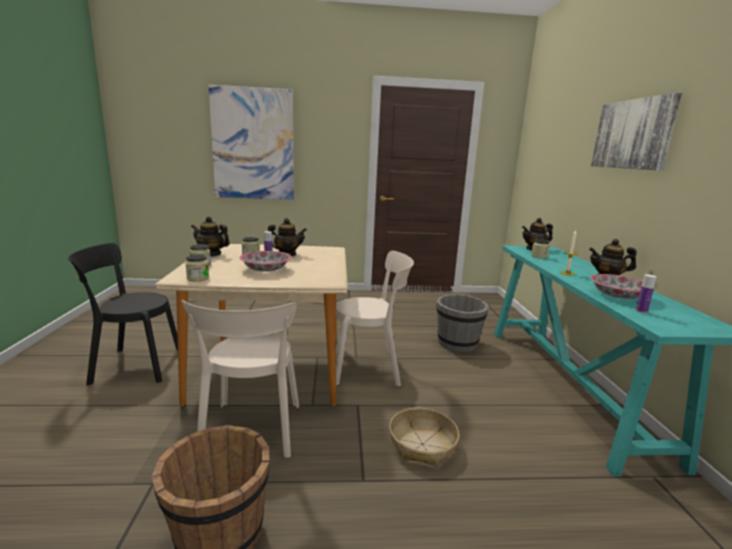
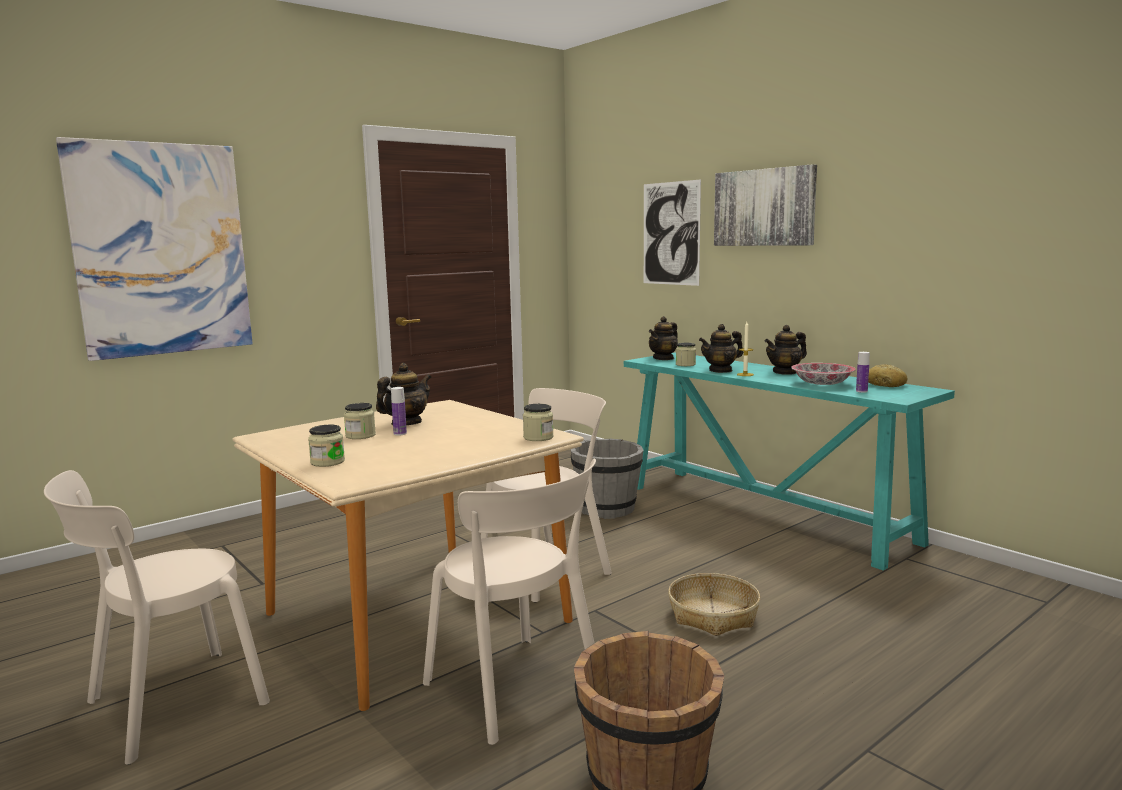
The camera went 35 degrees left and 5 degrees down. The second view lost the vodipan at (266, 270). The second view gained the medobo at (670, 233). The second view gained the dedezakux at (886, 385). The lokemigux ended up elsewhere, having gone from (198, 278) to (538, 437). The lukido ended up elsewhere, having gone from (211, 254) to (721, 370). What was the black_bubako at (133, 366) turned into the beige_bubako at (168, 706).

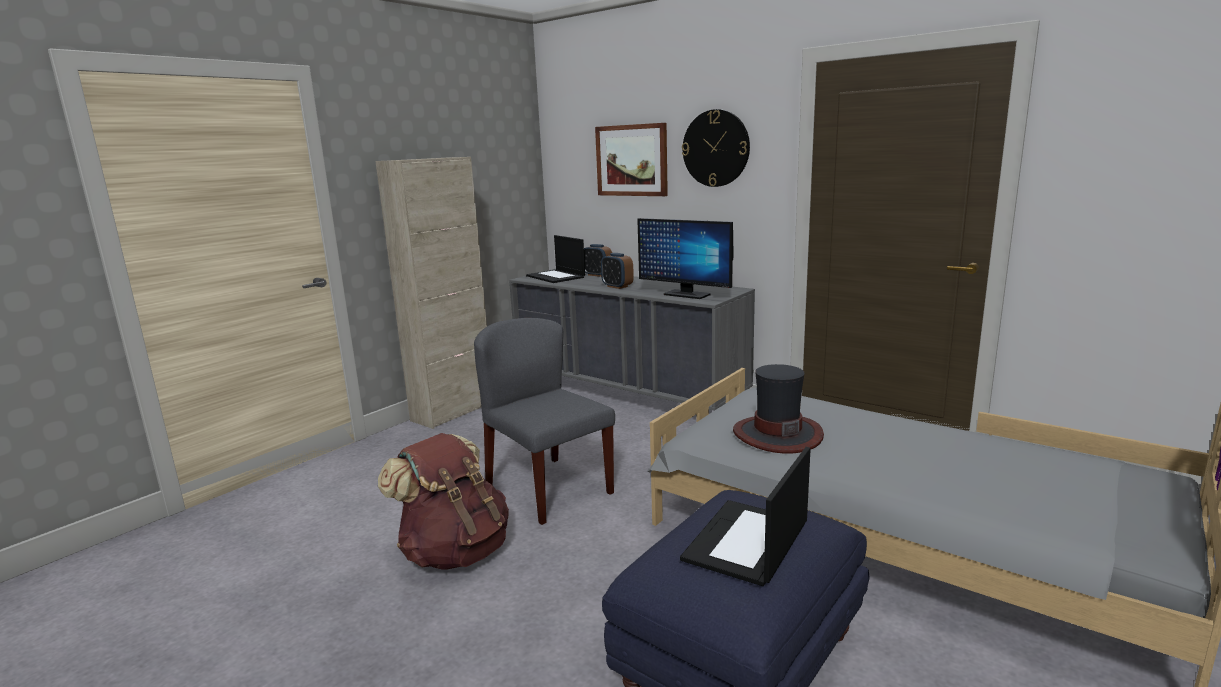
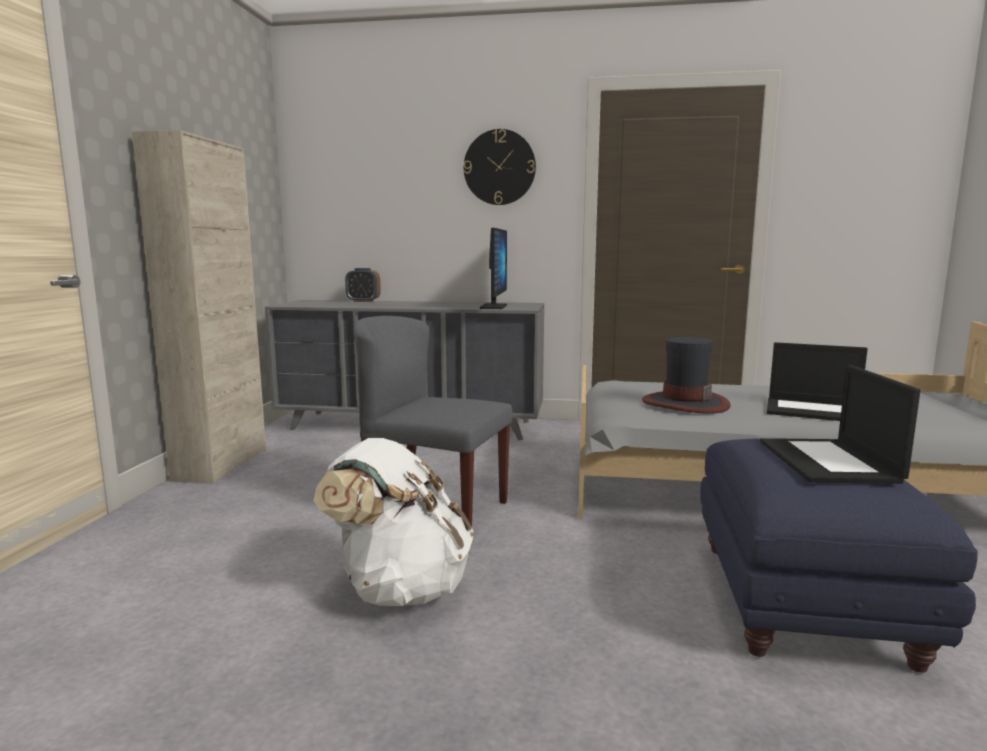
The camera went 30 degrees left and 5 degrees down. The second view lost the medobo at (632, 160). The second view lost the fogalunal at (617, 286). The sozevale ended up elsewhere, having gone from (556, 277) to (815, 411). What was the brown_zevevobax at (455, 552) turned into the white_zevevobax at (400, 589). The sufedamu at (686, 294) ended up facing another way, 90 degrees counterclockwise from before.

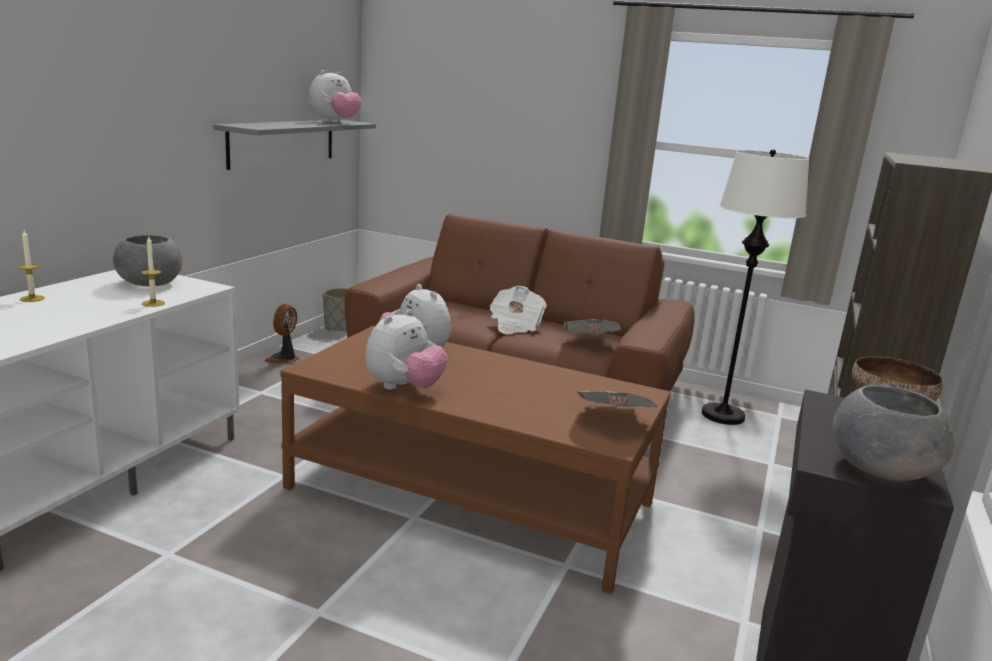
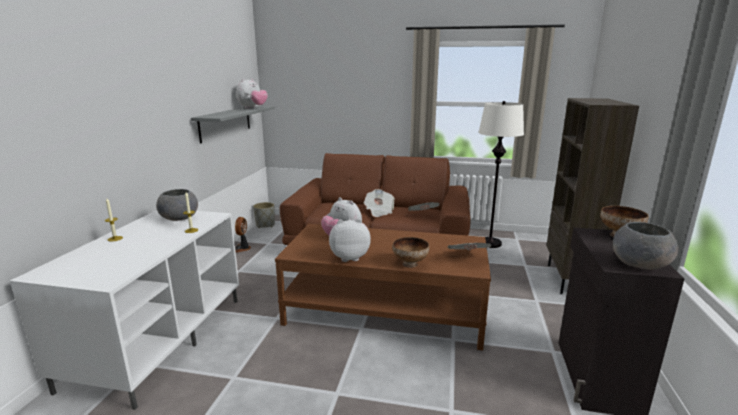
The camera went 10 degrees left and 0 degrees up. The second view gained the vodipan at (410, 264). The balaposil at (404, 387) ended up facing another way, 120 degrees counterclockwise from before.

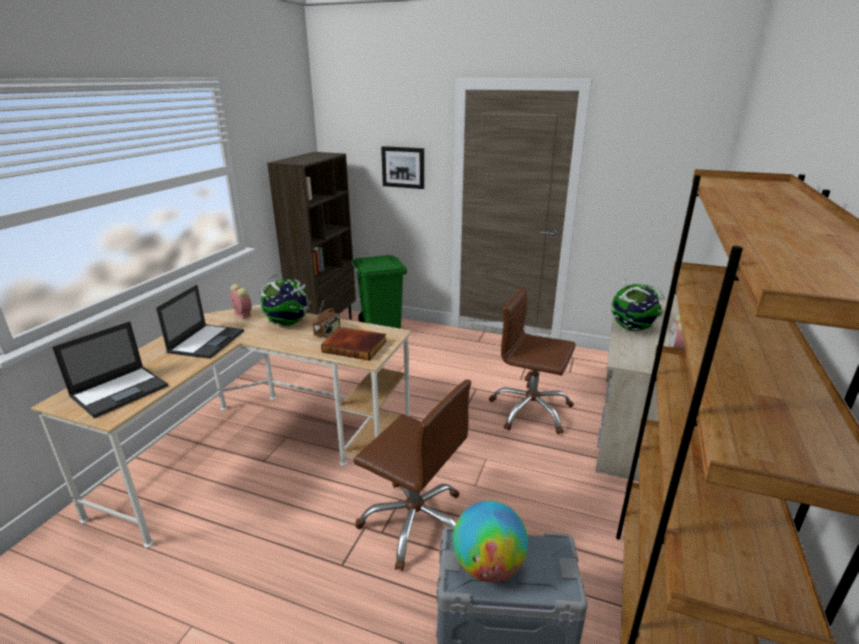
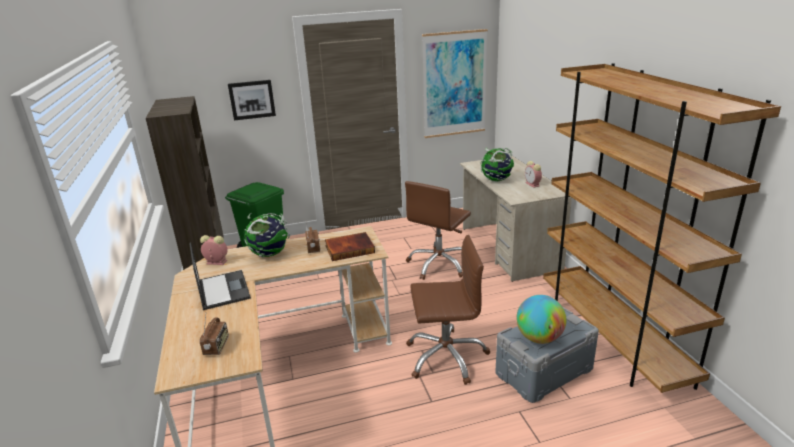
The camera went 35 degrees left and 0 degrees up. The second view gained the medobo at (454, 84). Where the sozevale stood at (121, 391), the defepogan came to stand at (217, 347). The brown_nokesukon at (530, 410) ended up facing another way, 45 degrees counterclockwise from before.

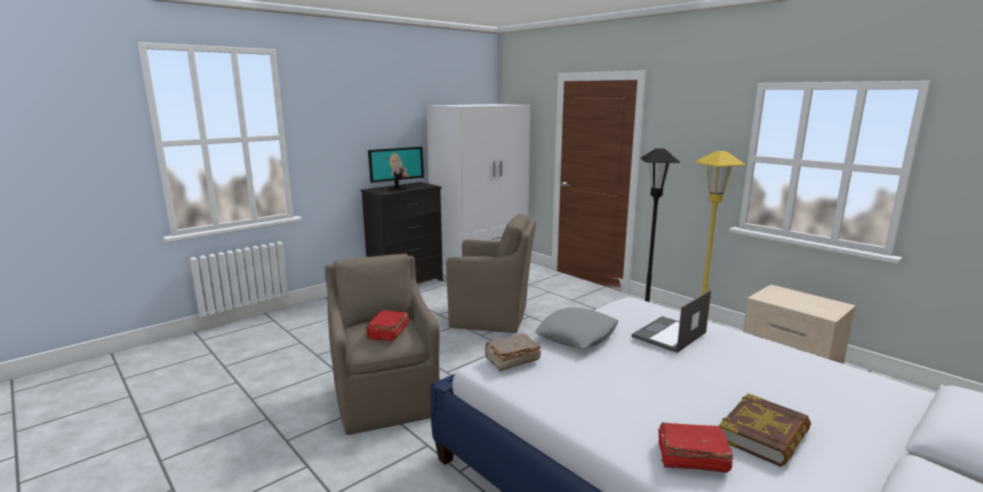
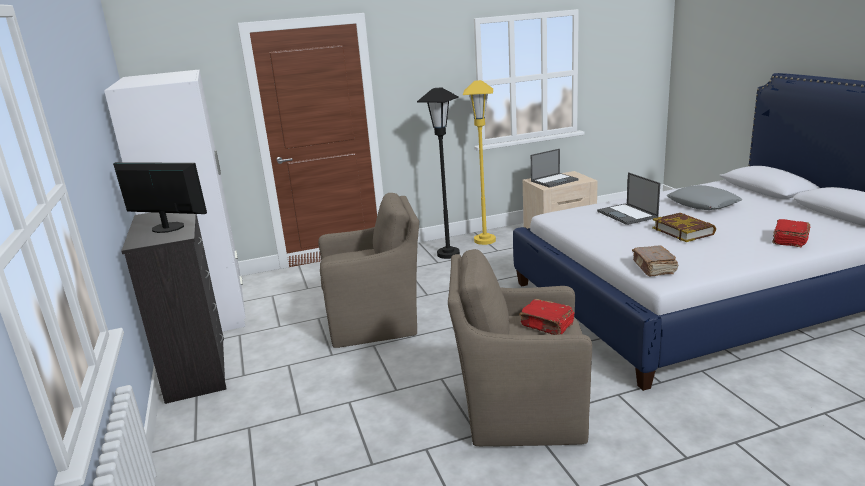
The camera went 65 degrees left and 5 degrees up. The second view gained the sozevale at (554, 180). The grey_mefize ended up elsewhere, having gone from (577, 335) to (703, 204). The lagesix ended up elsewhere, having gone from (764, 435) to (683, 231). The sufedamu at (397, 189) ended up facing another way, 60 degrees counterclockwise from before. The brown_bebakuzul at (492, 318) ended up facing another way, 45 degrees clockwise from before.

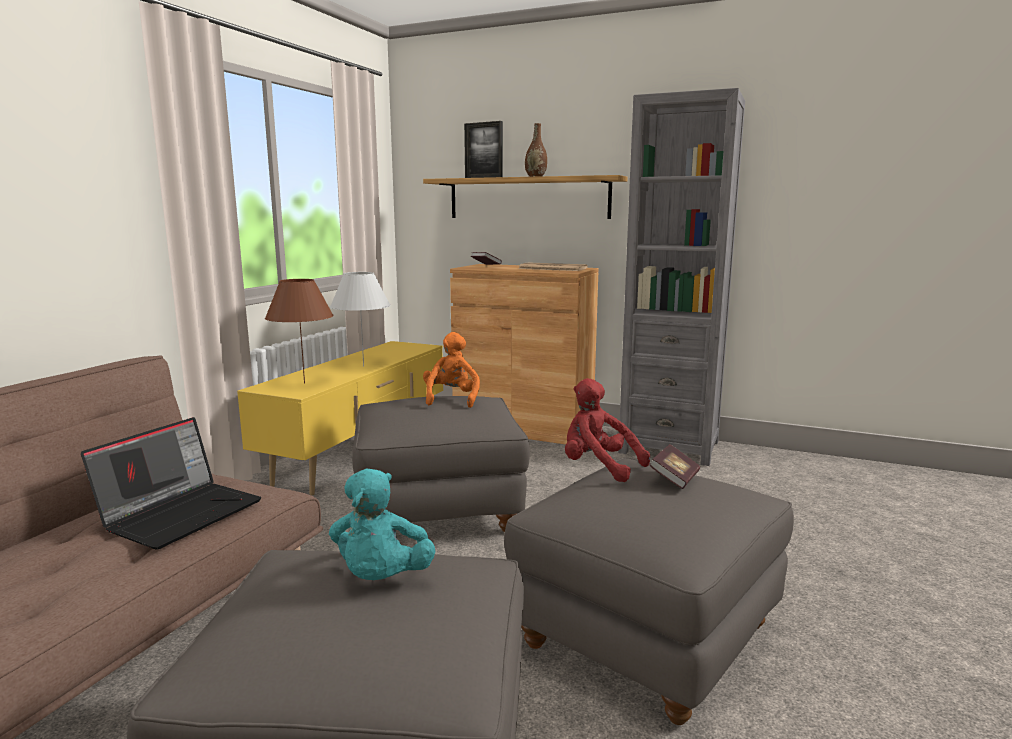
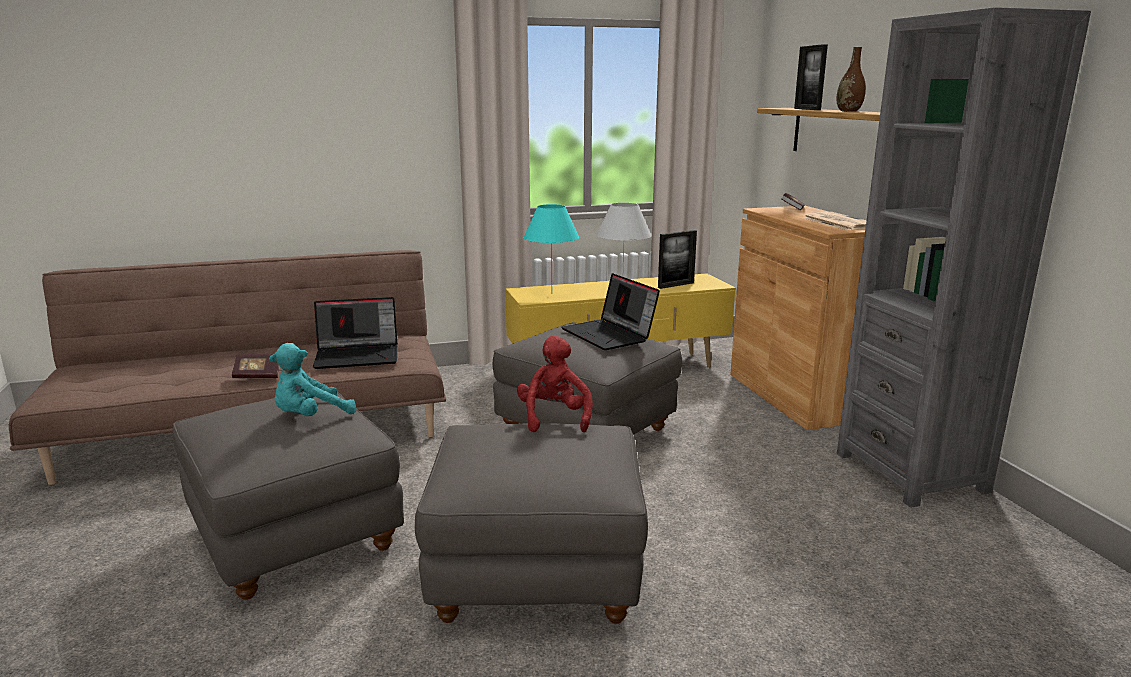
The camera went 50 degrees right and 5 degrees up. The second view gained the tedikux at (676, 285). The lagesix ended up elsewhere, having gone from (675, 479) to (257, 375). Where the orange_balaposil stood at (451, 399), the sozevale came to stand at (610, 335). What was the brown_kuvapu at (304, 383) turned into the turquoise_kuvapu at (551, 293).

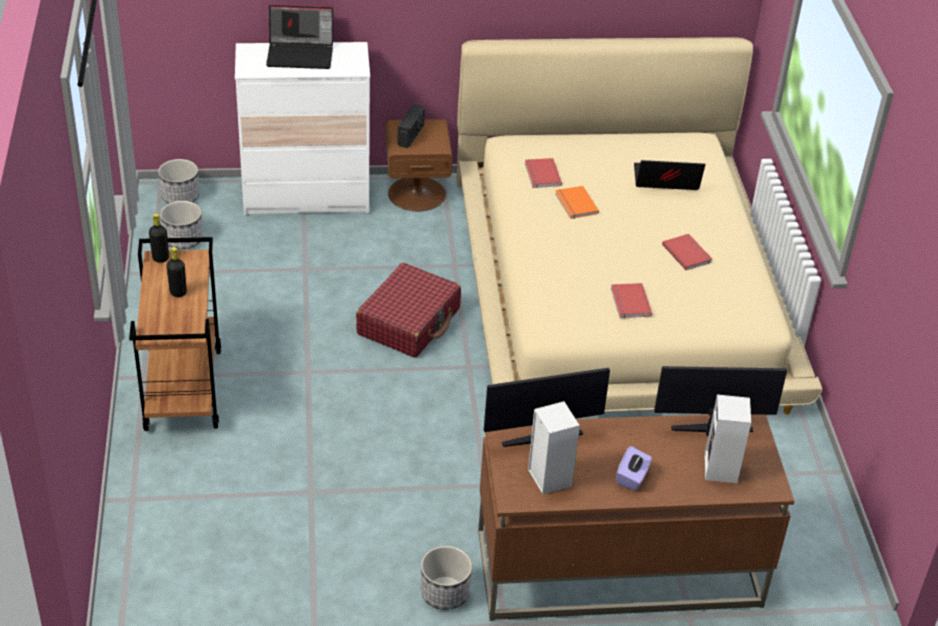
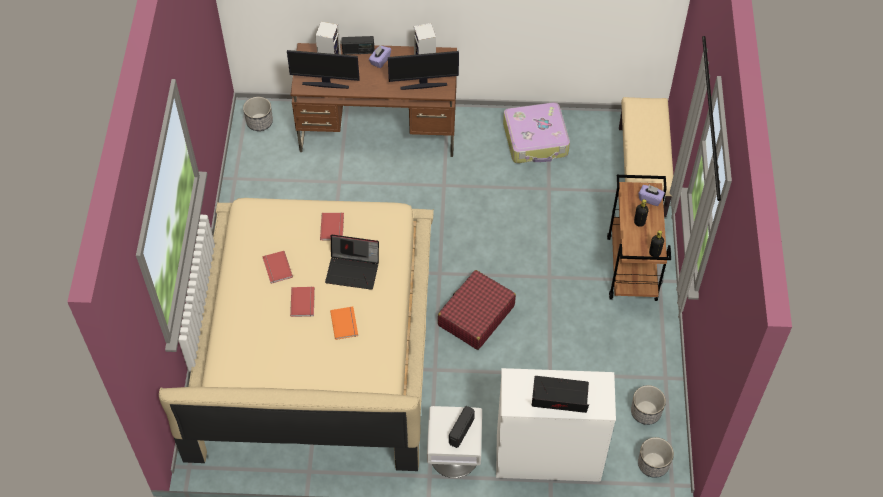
The camera went 170 degrees left and 15 degrees up. The second view gained the defepogan at (358, 51). The second view gained the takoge at (536, 140). The second view gained the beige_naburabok at (642, 172). The second view gained the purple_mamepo at (650, 199). The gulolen ended up elsewhere, having gone from (444, 593) to (259, 122). The red_lagesix ended up elsewhere, having gone from (541, 175) to (303, 302). The sozevale ended up elsewhere, having gone from (665, 181) to (353, 270). What was the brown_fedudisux at (417, 193) turned into the white_fedudisux at (454, 456).

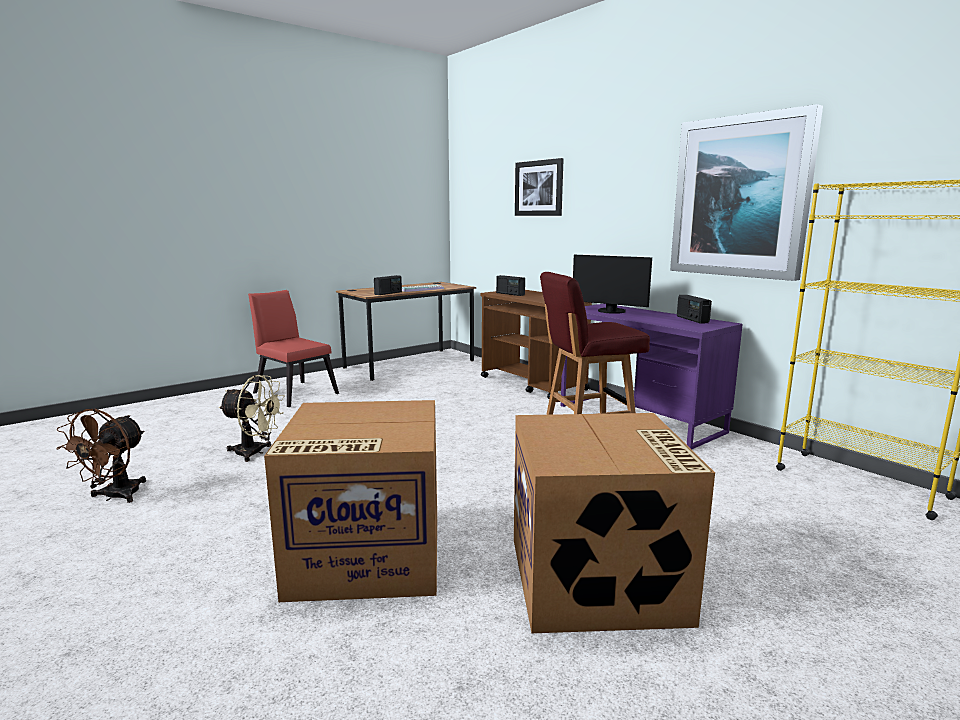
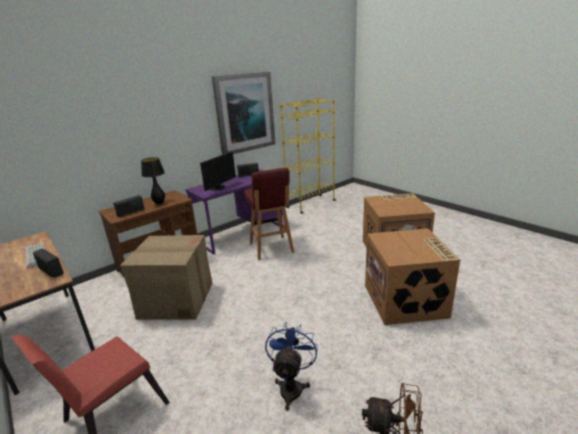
The camera went 90 degrees left and 10 degrees up. The second view lost the medobo at (539, 188). The second view gained the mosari at (176, 300). The second view gained the black_kuvapu at (159, 203). What was the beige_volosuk at (255, 453) turned into the blue_volosuk at (292, 386).

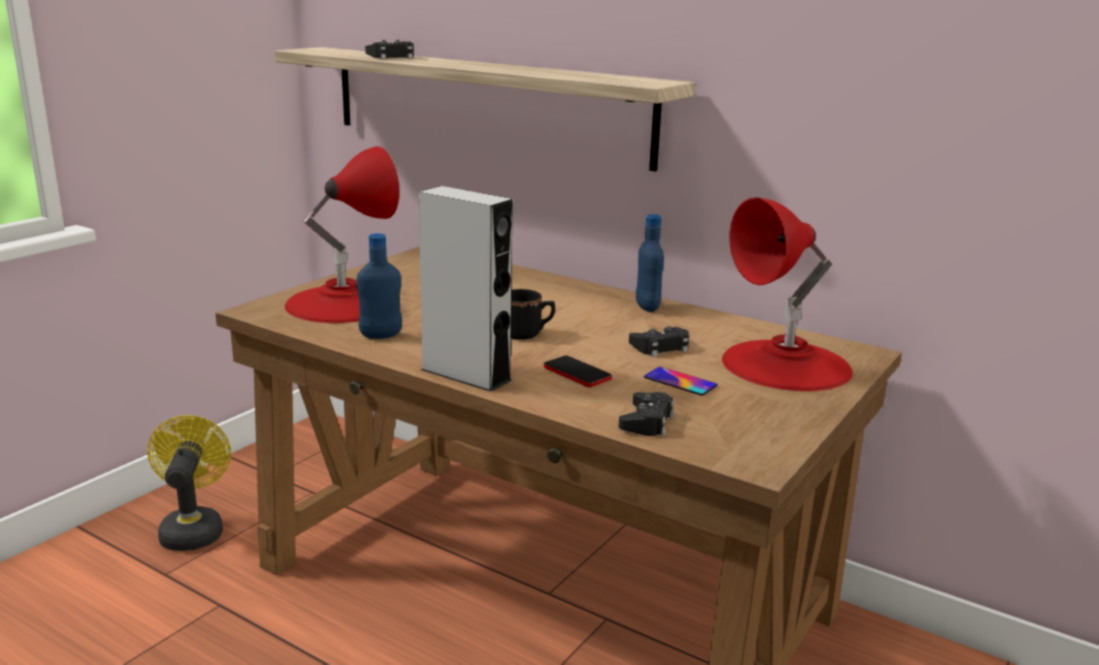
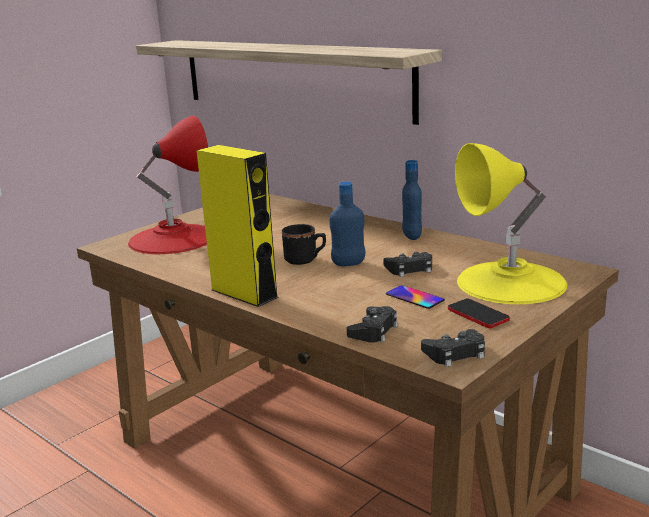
The camera went 10 degrees right and 0 degrees up. The second view lost the yellow_volosuk at (193, 529). The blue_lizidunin ended up elsewhere, having gone from (381, 336) to (348, 264). The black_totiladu ended up elsewhere, having gone from (392, 57) to (455, 354). The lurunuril ended up elsewhere, having gone from (577, 373) to (478, 314). What was the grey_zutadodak at (466, 374) turned into the yellow_zutadodak at (244, 293). What was the red_kuvapu at (786, 365) turned into the yellow_kuvapu at (511, 282).

